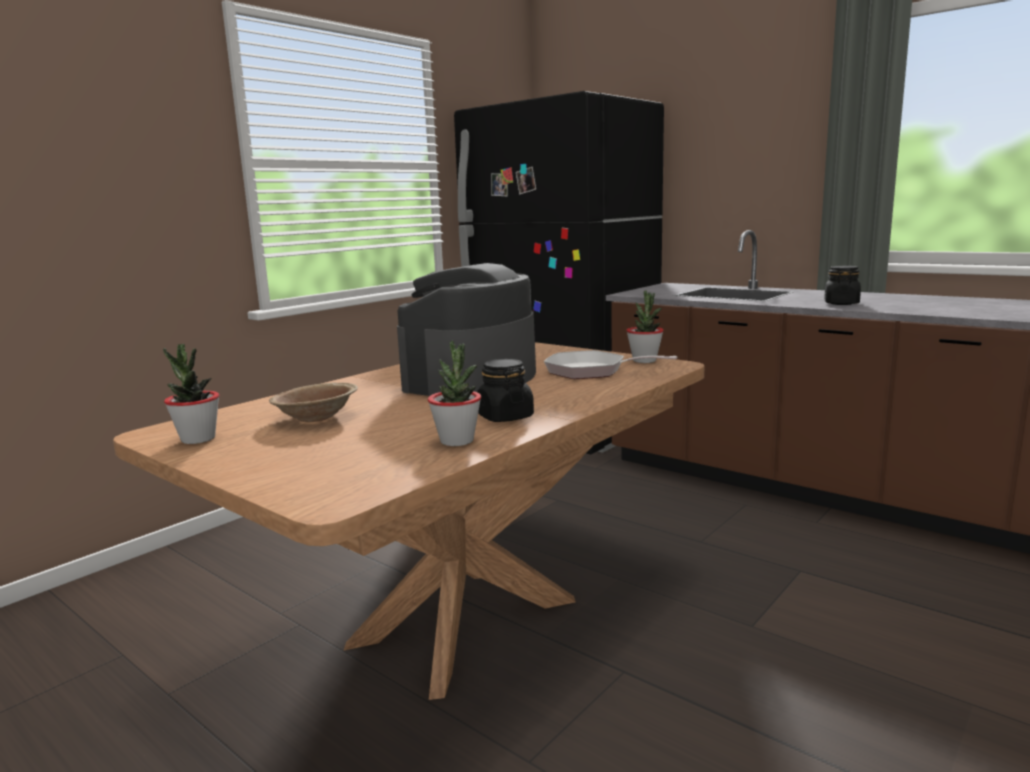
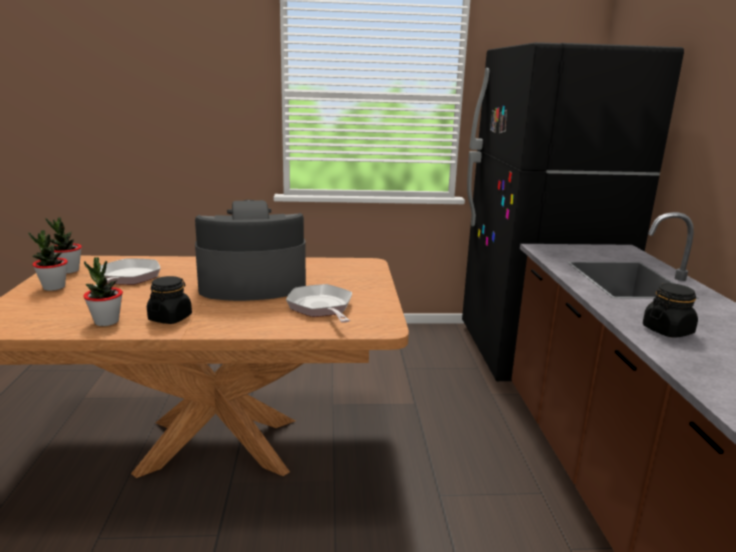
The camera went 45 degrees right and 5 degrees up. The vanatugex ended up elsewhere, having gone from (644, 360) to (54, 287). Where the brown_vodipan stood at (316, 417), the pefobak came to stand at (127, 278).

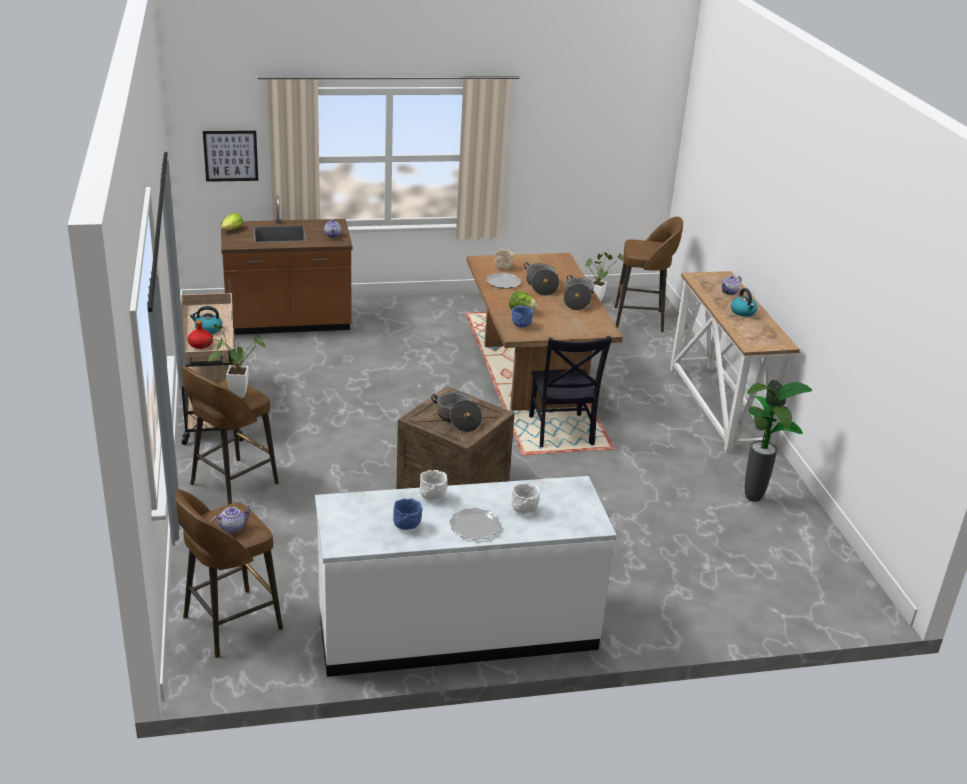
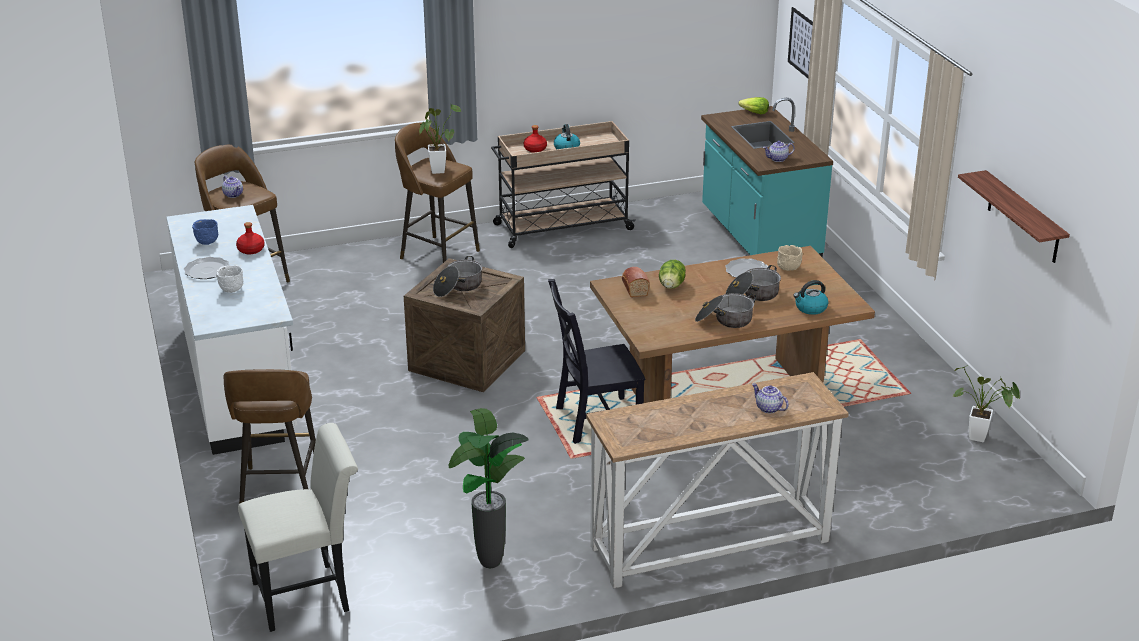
The camera went 85 degrees right and 0 degrees up. The second view gained the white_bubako at (309, 595). The second view gained the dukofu at (1023, 218). The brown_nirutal ended up elsewhere, having gone from (641, 320) to (279, 490). The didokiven ended up elsewhere, having gone from (743, 312) to (810, 308). Where the white_vodipan stood at (432, 497), the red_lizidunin came to stand at (250, 250). Where the blue_vodipan stood at (521, 326), the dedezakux came to stand at (634, 287). What was the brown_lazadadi at (288, 323) turned into the turquoise_lazadadi at (758, 238).

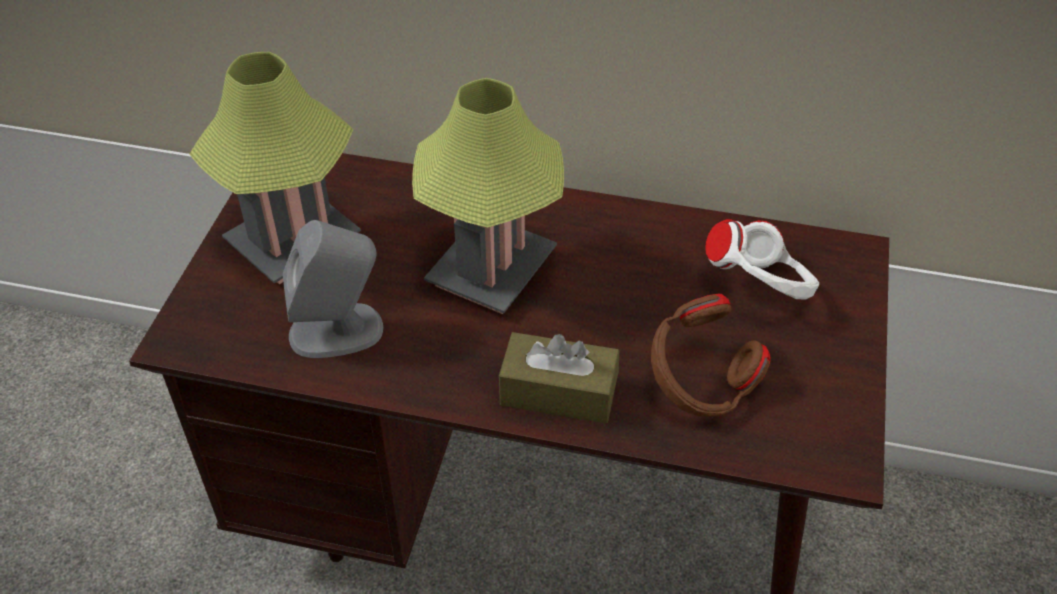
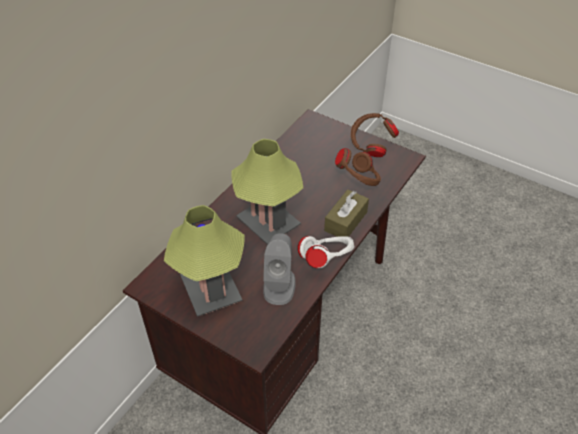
The camera went 70 degrees left and 0 degrees up. The second view gained the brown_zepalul at (371, 146). The white_zepalul ended up elsewhere, having gone from (760, 289) to (326, 260).

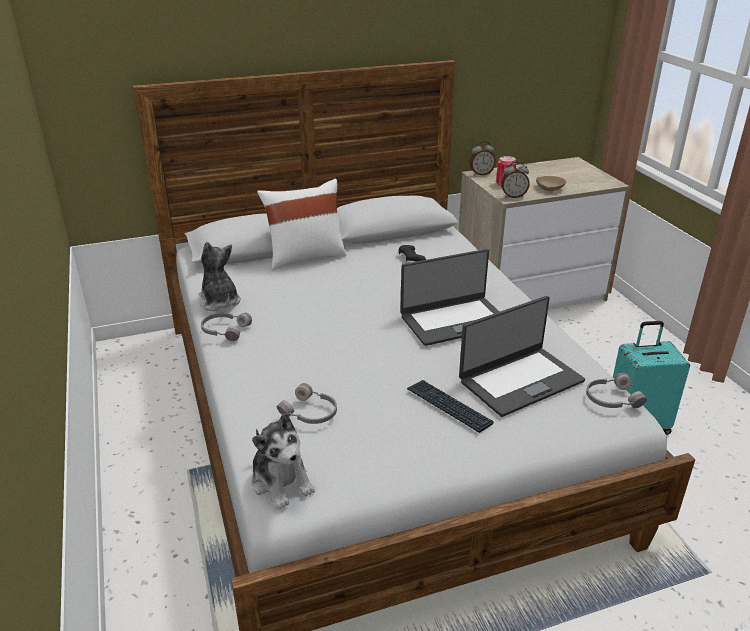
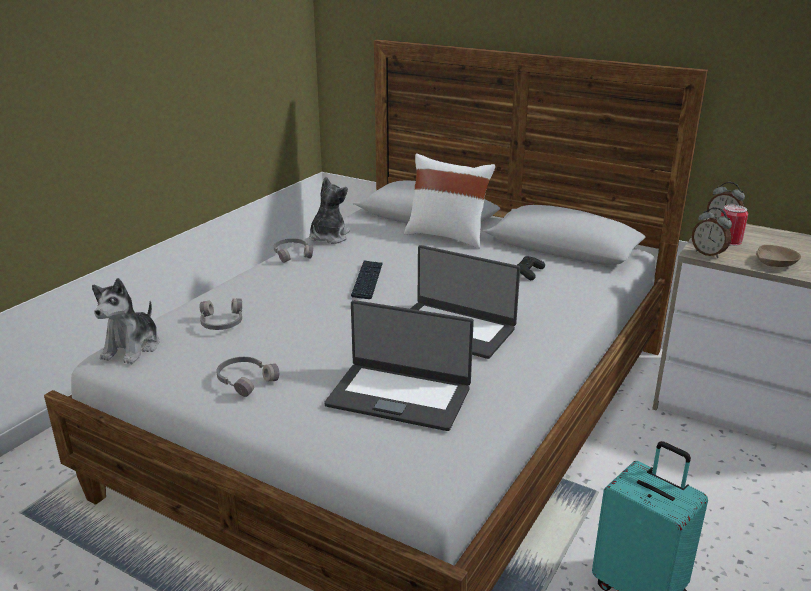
The camera went 50 degrees right and 5 degrees down. The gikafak ended up elsewhere, having gone from (449, 406) to (367, 280). The grey_zepalul ended up elsewhere, having gone from (611, 399) to (245, 380).

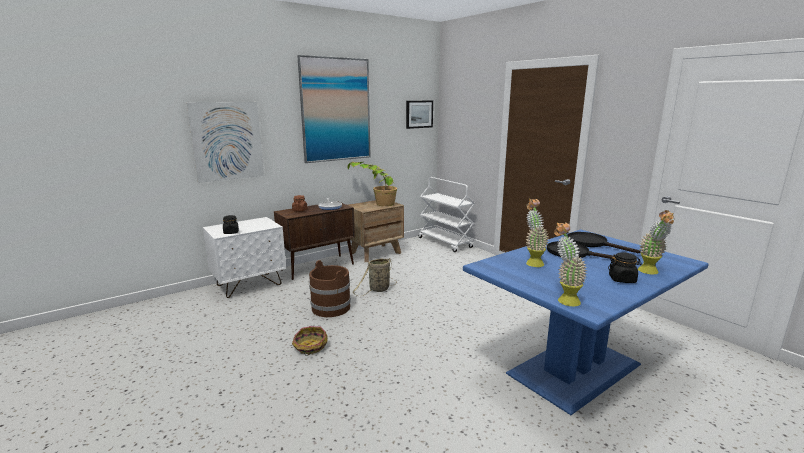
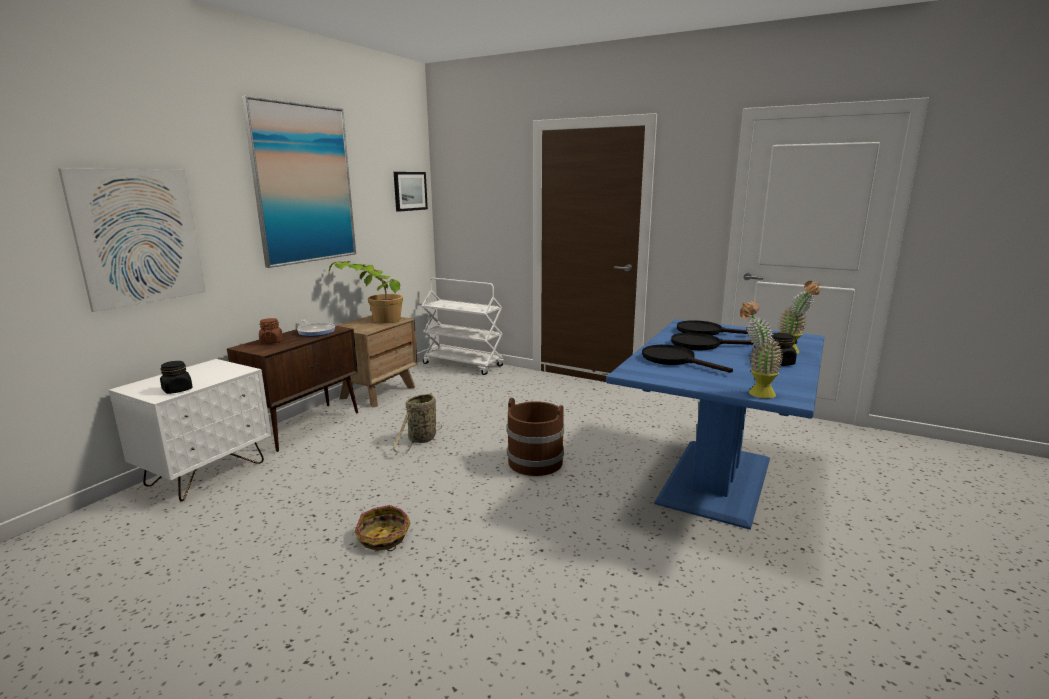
The camera went 25 degrees left and 0 degrees up. The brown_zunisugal ended up elsewhere, having gone from (331, 308) to (536, 462). Where the vanatugex stood at (532, 262), the black_pefobak came to stand at (674, 360).

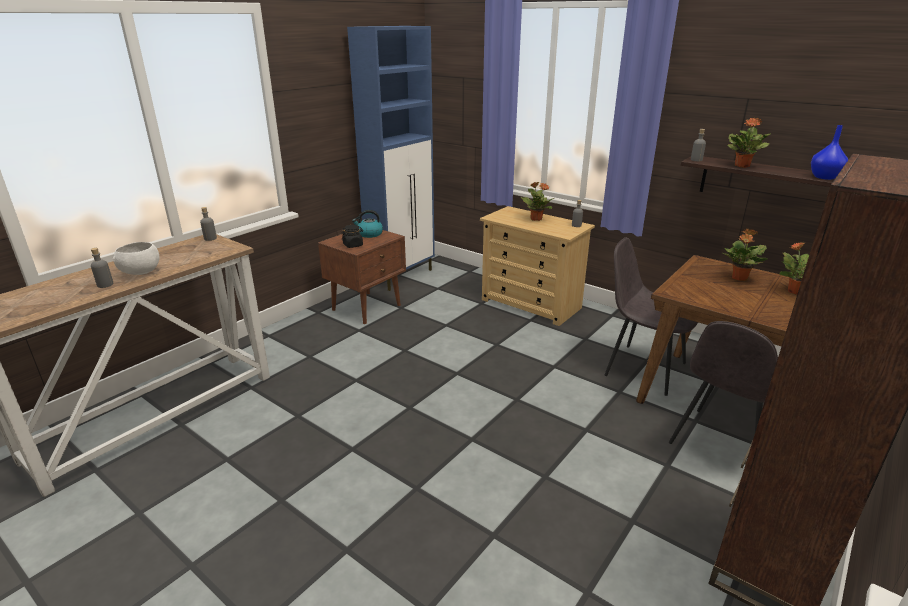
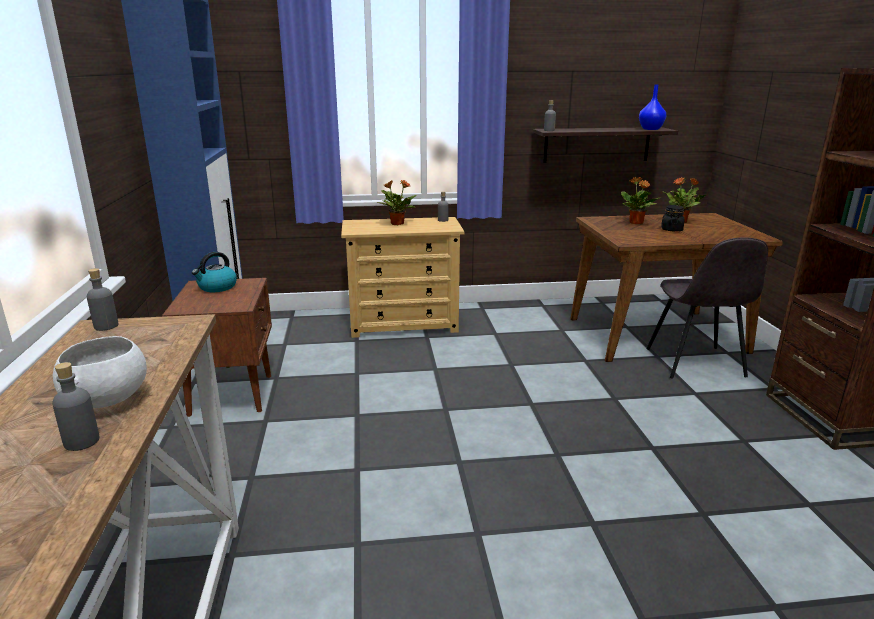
The camera went 45 degrees left and 5 degrees down. The second view lost the grey_bubako at (643, 368). The second view lost the vanatugex at (742, 166). The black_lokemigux ended up elsewhere, having gone from (353, 245) to (671, 229).

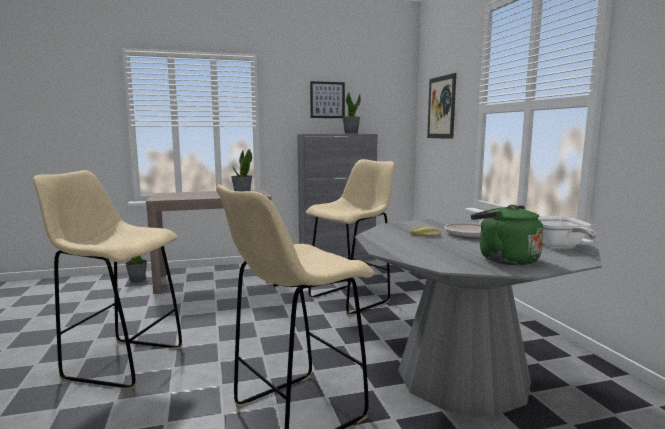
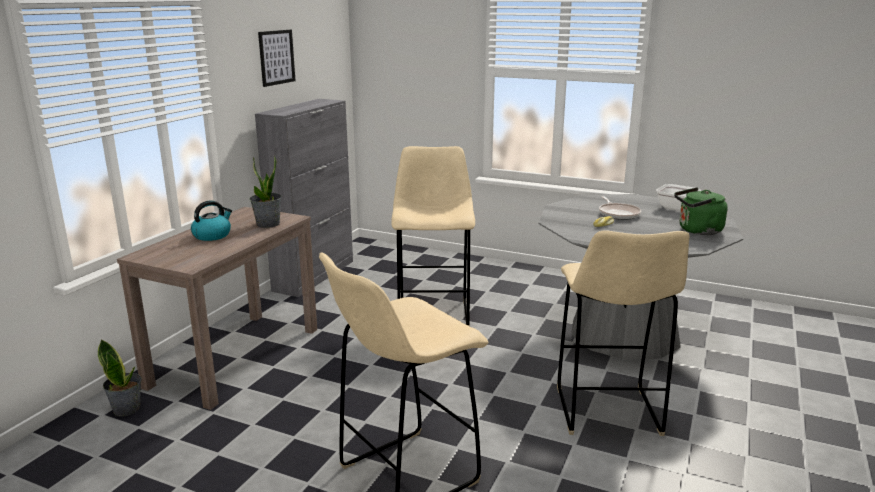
The camera went 50 degrees left and 10 degrees up. The second view lost the vanatugex at (351, 133). The second view lost the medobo at (441, 107). The second view gained the didokiven at (212, 235).

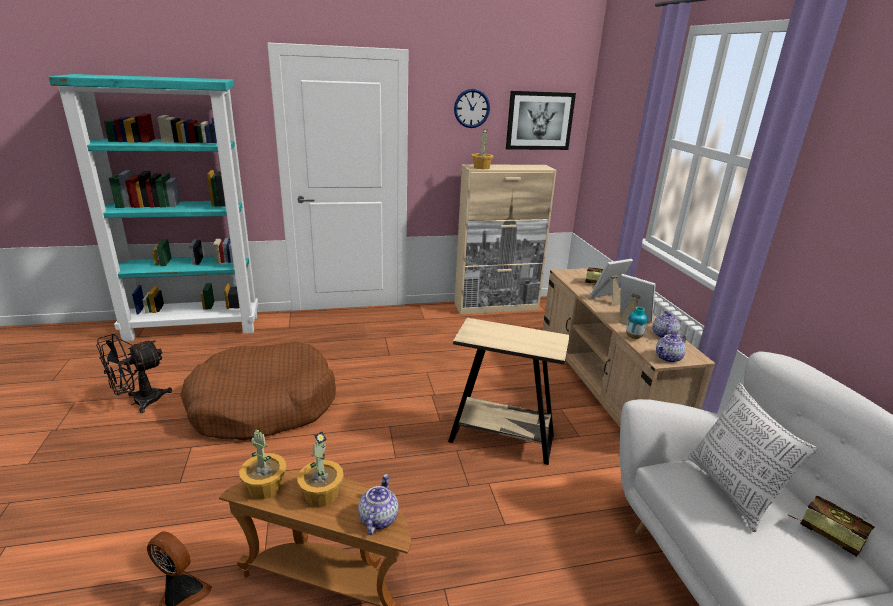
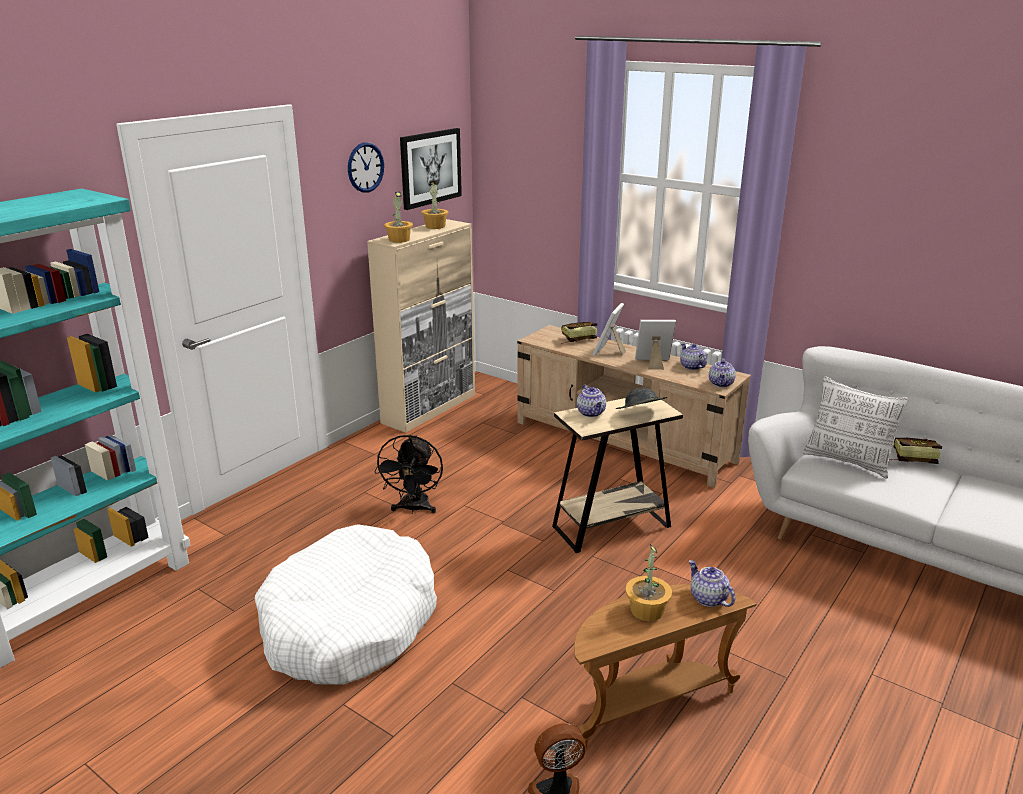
The camera went 40 degrees left and 0 degrees up. The second view lost the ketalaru at (633, 337). The second view gained the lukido at (591, 413). The second view gained the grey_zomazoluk at (640, 415). The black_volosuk ended up elsewhere, having gone from (139, 402) to (414, 509). The vanatugex ended up elsewhere, having gone from (265, 487) to (435, 226). What was the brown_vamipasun at (263, 405) turned into the white_vamipasun at (349, 624).

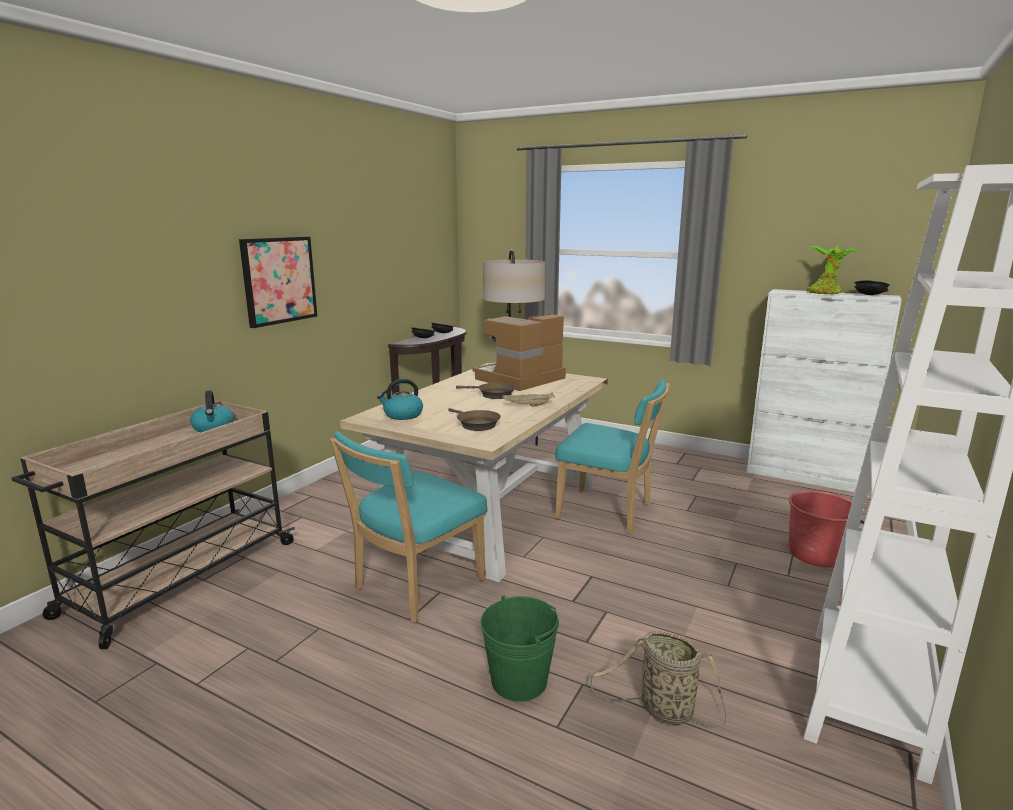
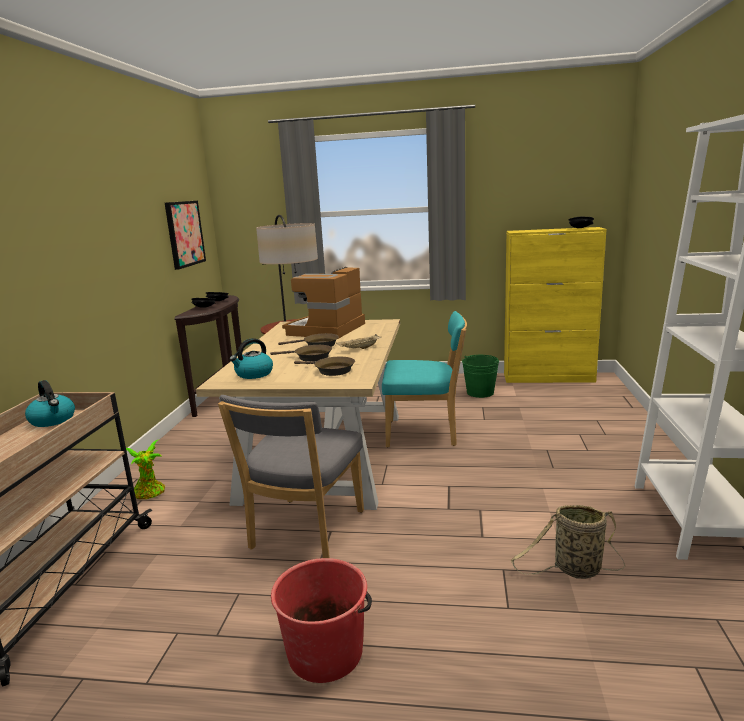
The camera went 20 degrees left and 0 degrees up. The second view gained the brown_pefobak at (310, 357). The medobo ended up elsewhere, having gone from (279, 280) to (184, 233). The green_zunisugal ended up elsewhere, having gone from (519, 680) to (480, 392). The red_zunisugal ended up elsewhere, having gone from (817, 553) to (326, 652). The vanatugex ended up elsewhere, having gone from (825, 293) to (150, 493). What was the turquoise_bubako at (414, 586) turned into the grey_bubako at (304, 533). What was the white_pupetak at (806, 477) turned into the yellow_pupetak at (549, 378).

